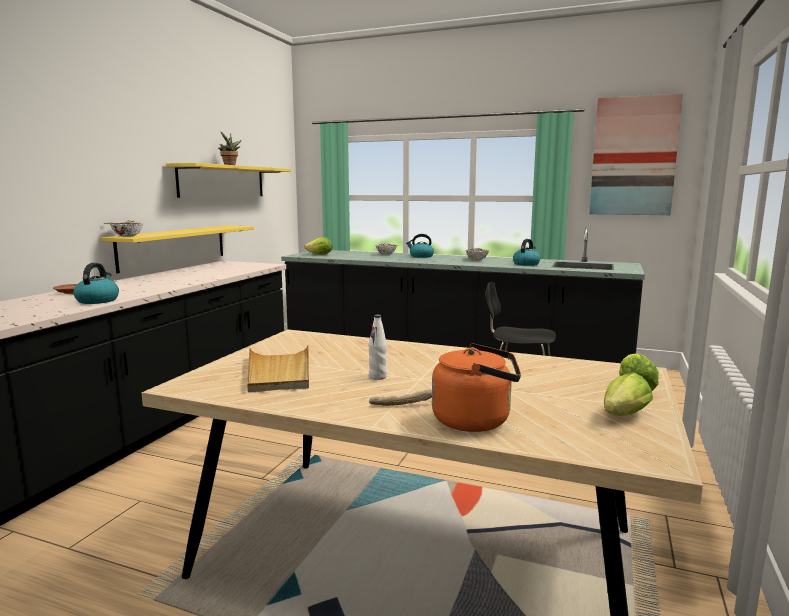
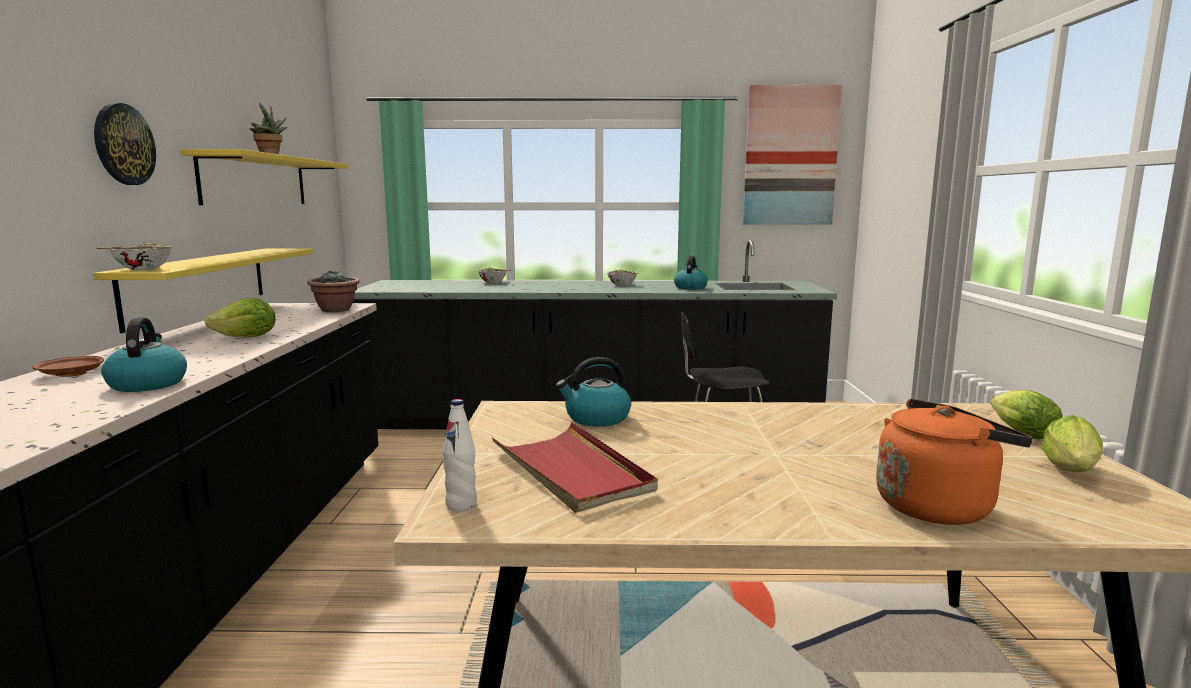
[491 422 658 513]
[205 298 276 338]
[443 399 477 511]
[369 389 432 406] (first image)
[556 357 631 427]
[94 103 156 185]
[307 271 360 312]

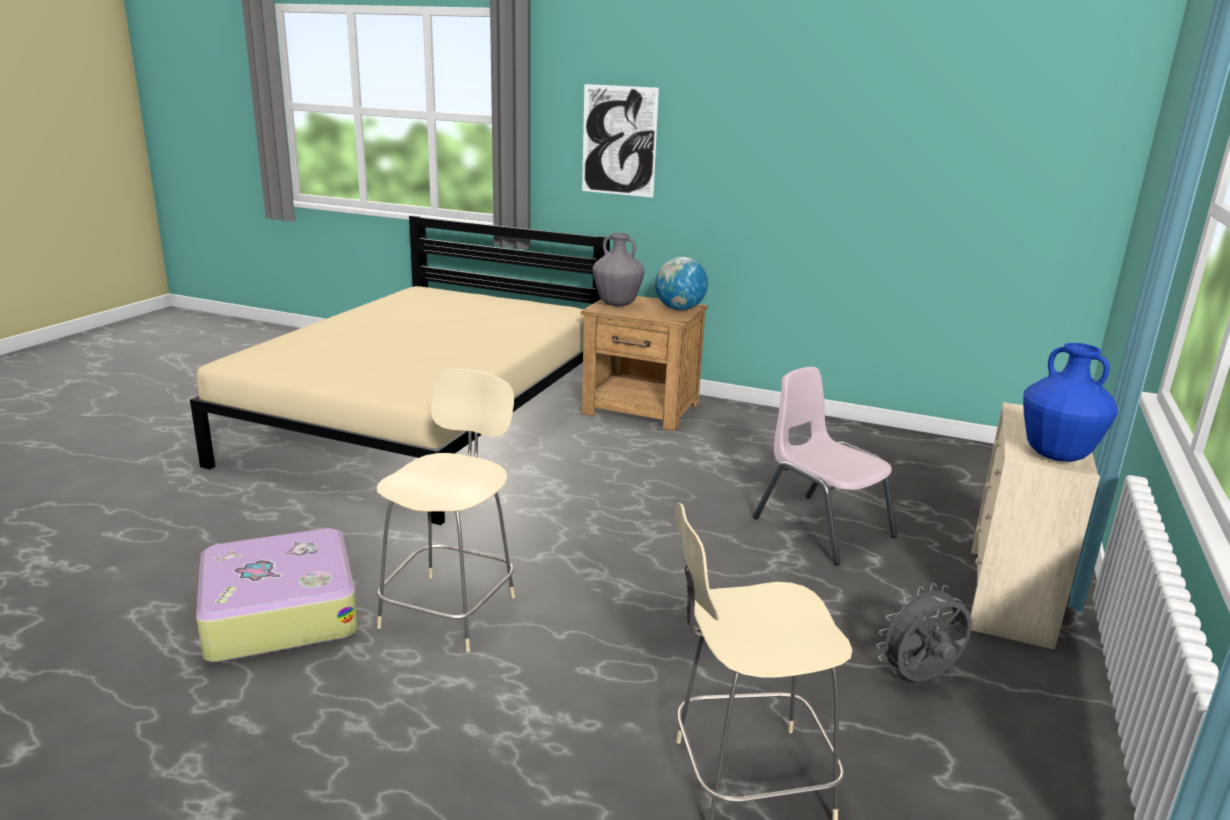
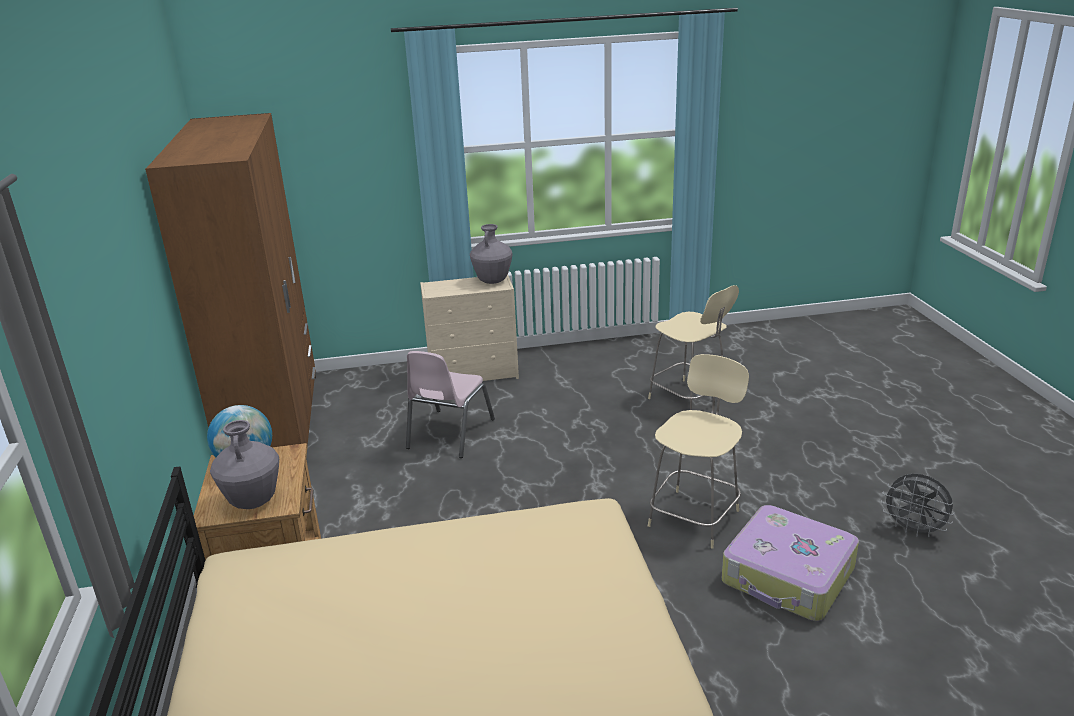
[648 354 749 549]
[582 84 659 197] (first image)
[881 474 955 538]
[470 224 512 284]
[145 113 316 447]

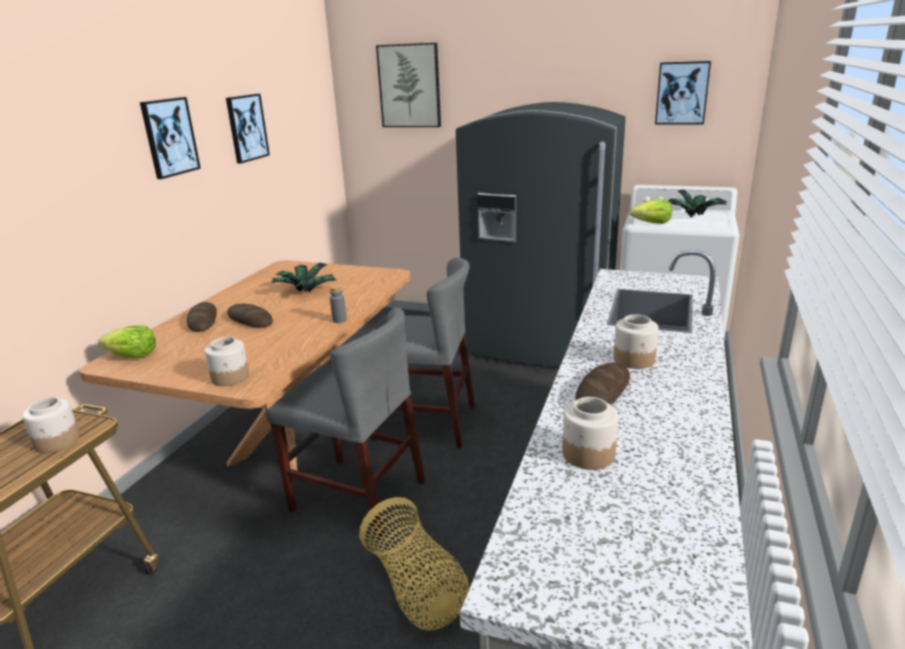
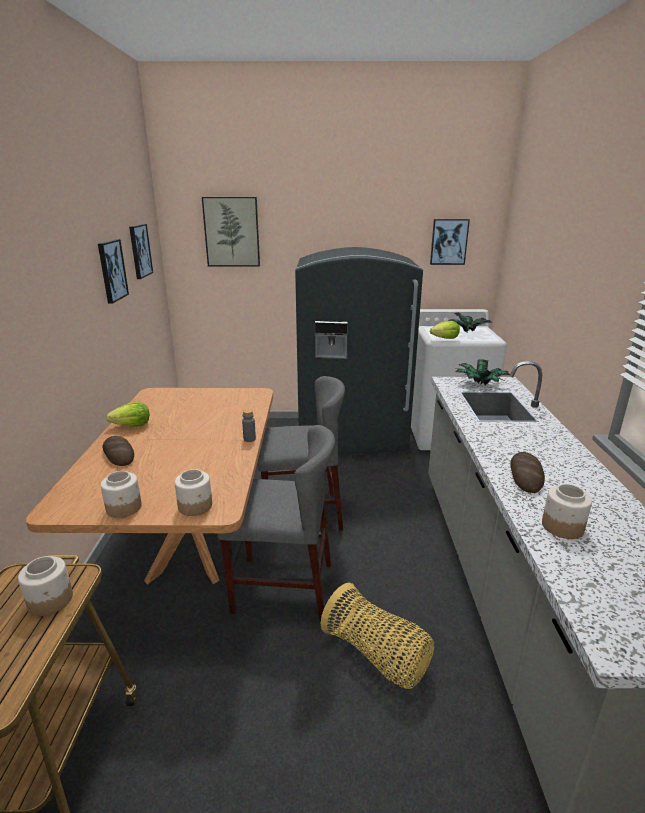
[106 402 149 427]
[129 224 153 279]
[227 303 273 328] (first image)
[456 360 510 385]
[101 471 142 518]

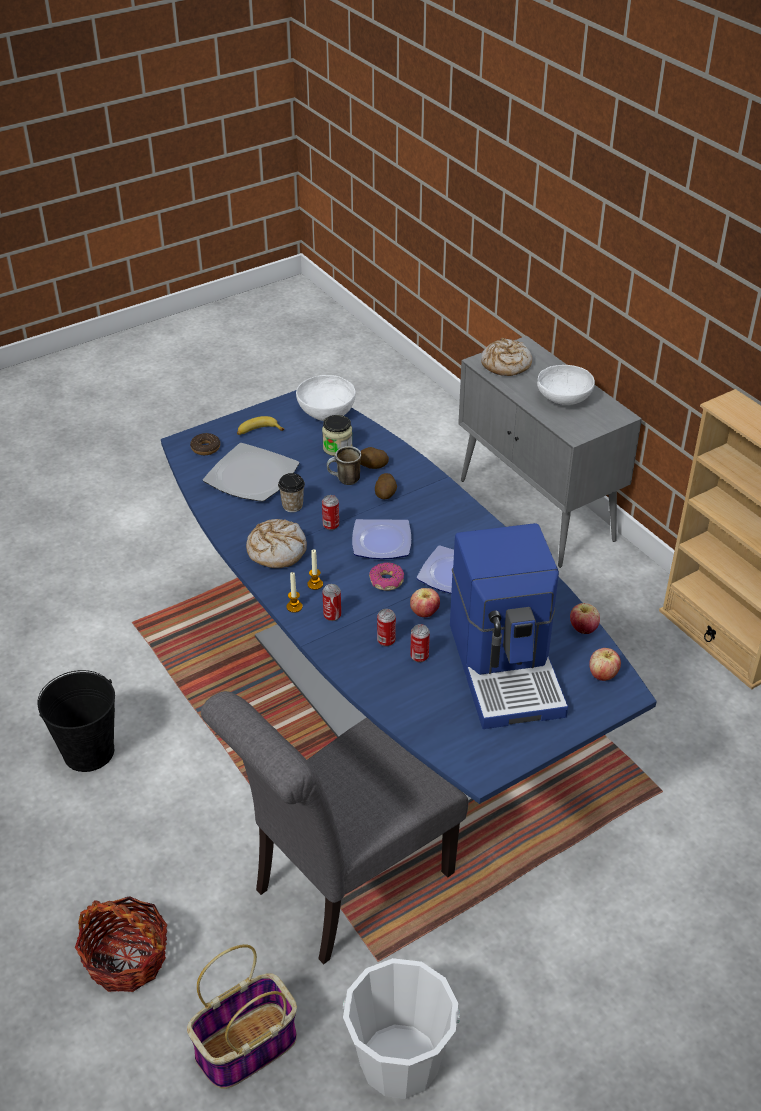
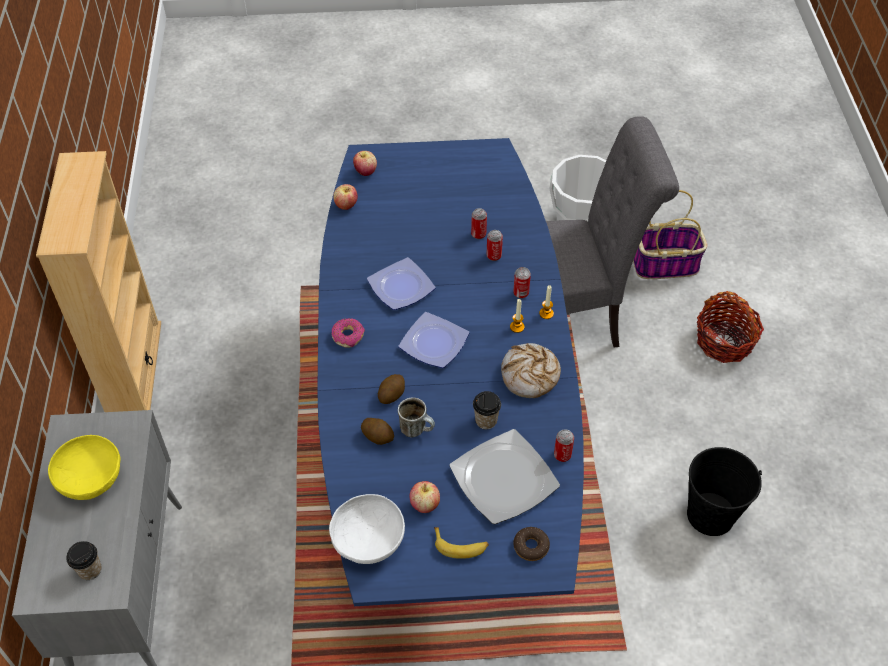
[322 415 353 456] (first image)
[554 429 574 462]
[332 318 365 348]
[410 481 440 513]
[450 523 568 729] (first image)
[67 541 101 580]
[48 435 121 500]

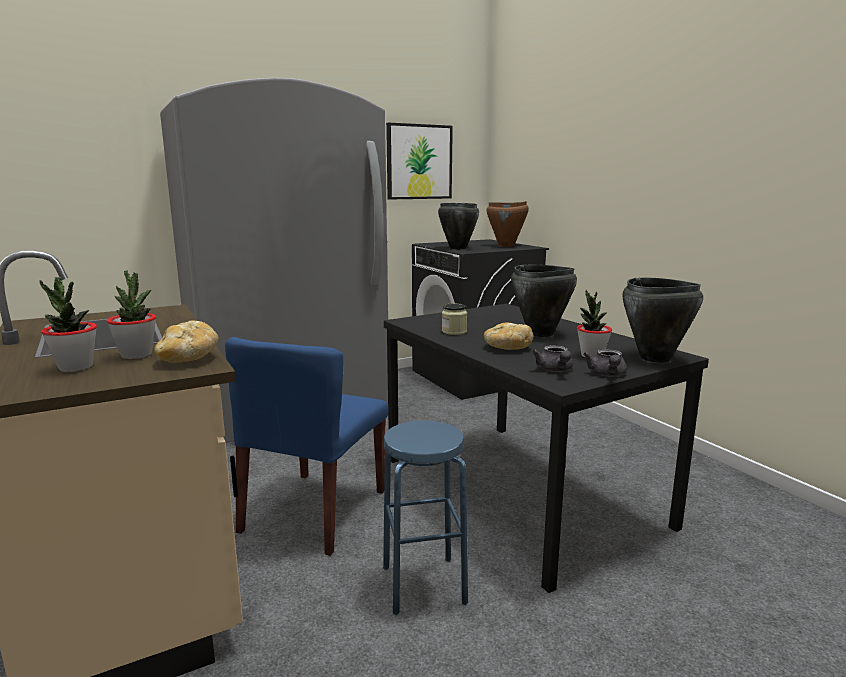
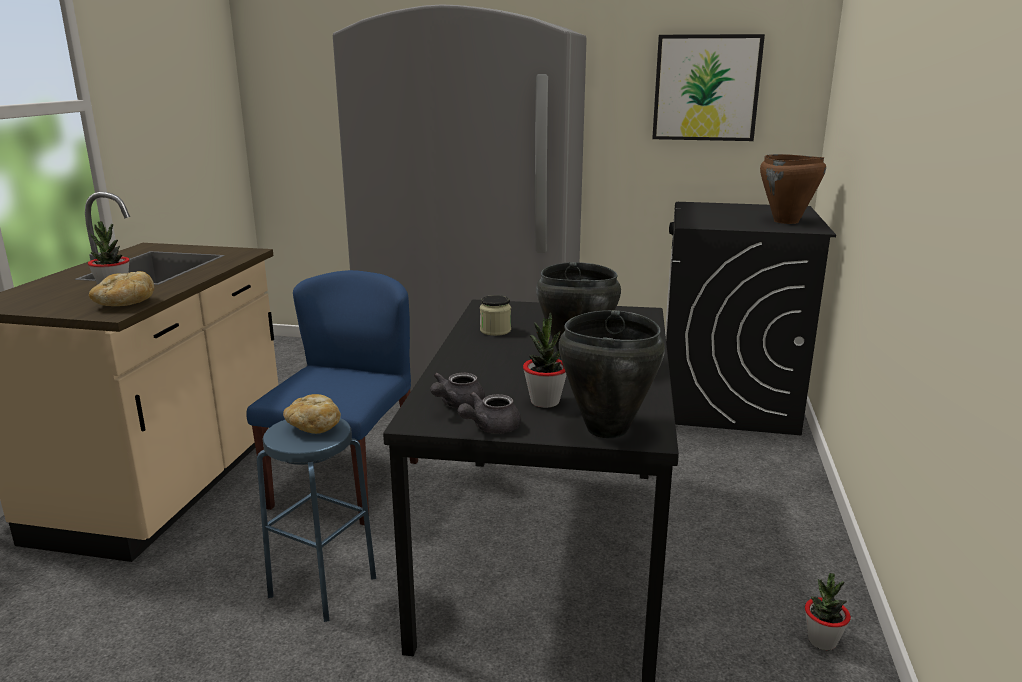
[805 573 851 650]
[246 270 418 525]
[438 203 479 249] (first image)
[283 394 341 434]

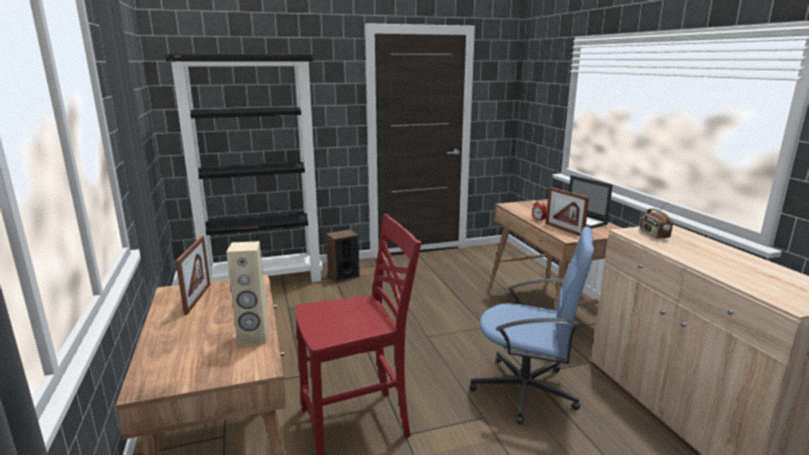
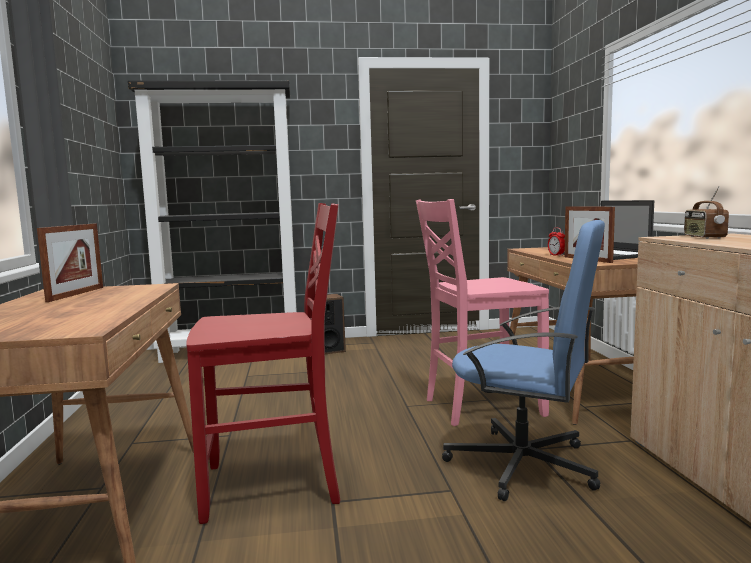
[226 241 269 346] (first image)
[416 199 549 426]

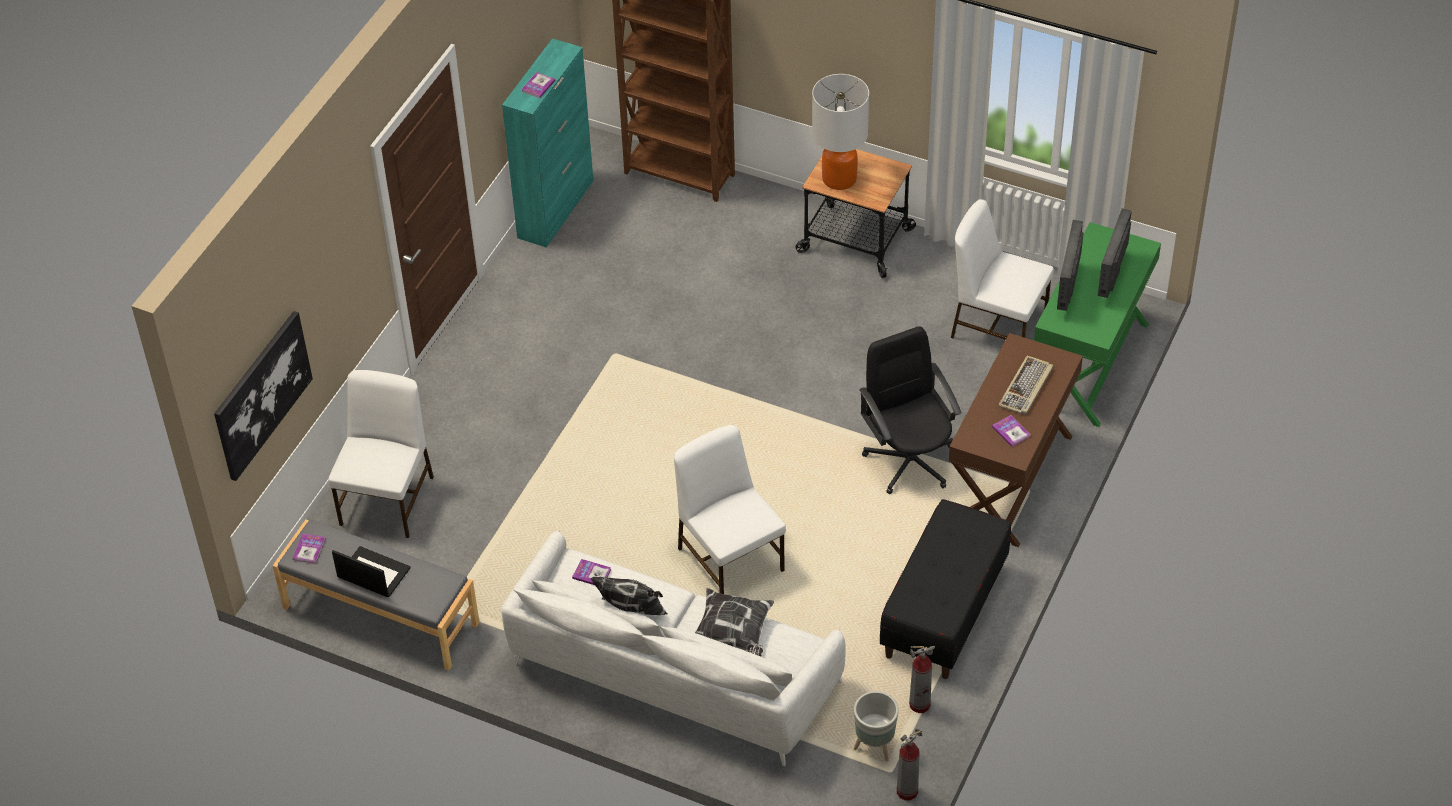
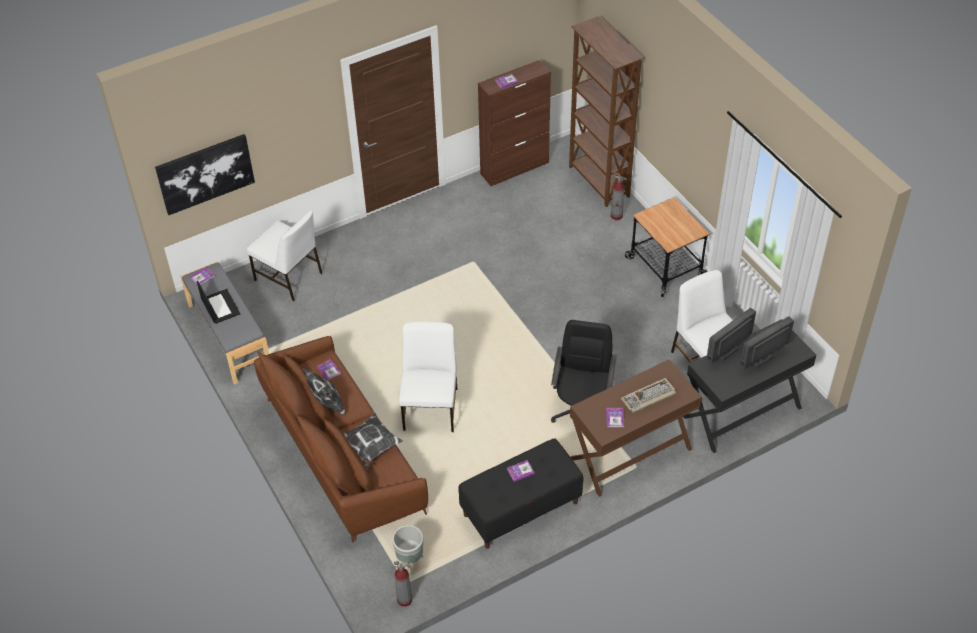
[247 210 322 301]
[254 336 428 543]
[478 60 551 186]
[812 74 869 190] (first image)
[611 172 627 220]
[683 319 816 453]
[507 460 535 482]

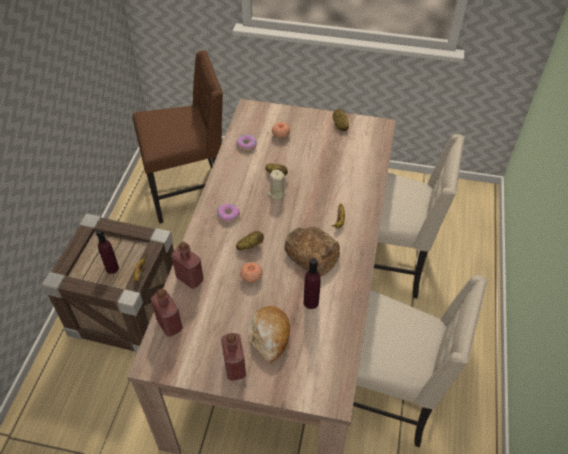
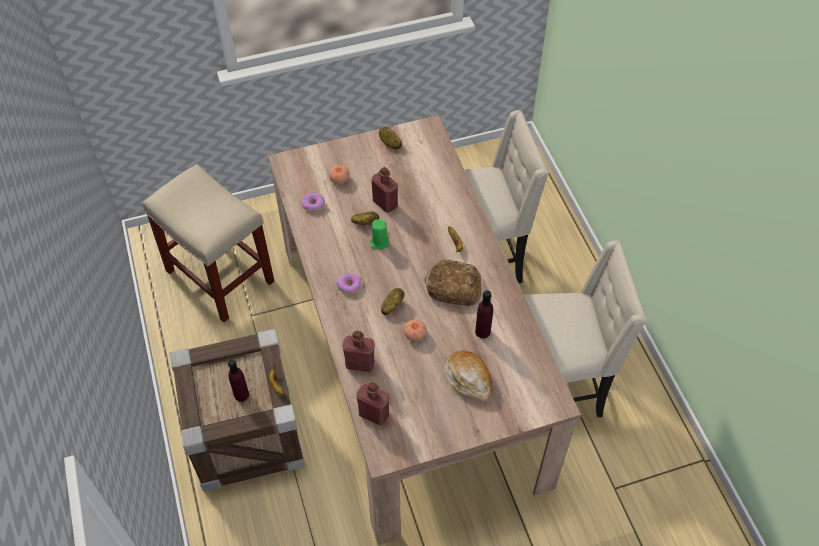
[143 164 274 322]
[372 167 398 213]
[370 219 390 250]

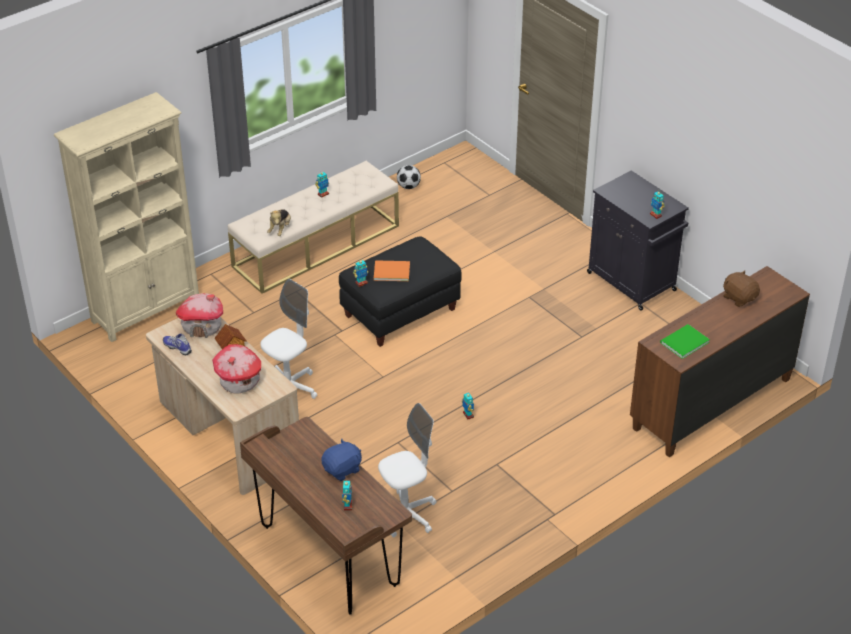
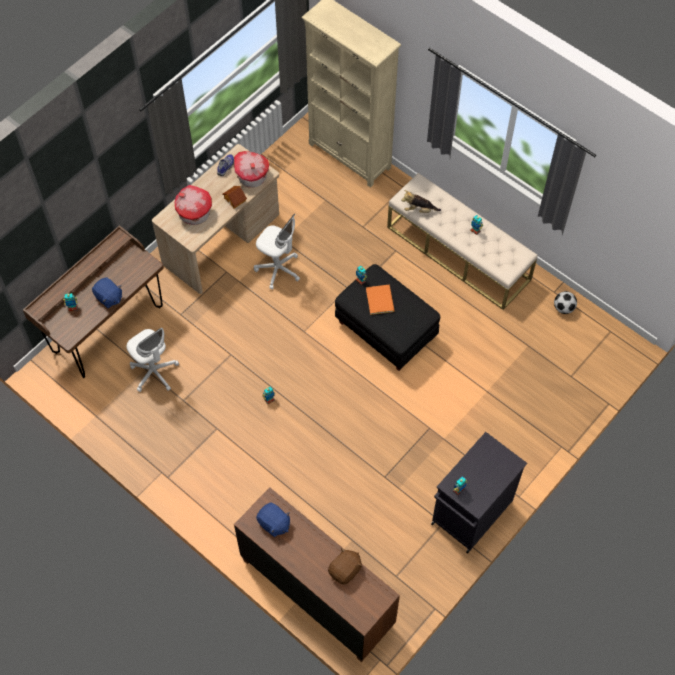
[256 503 290 537]

